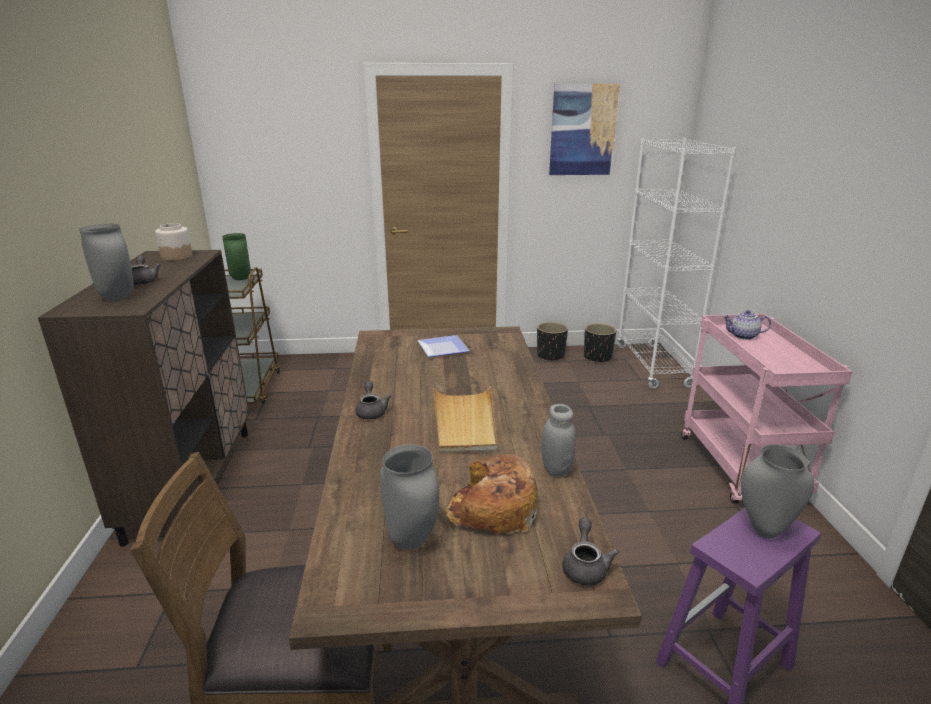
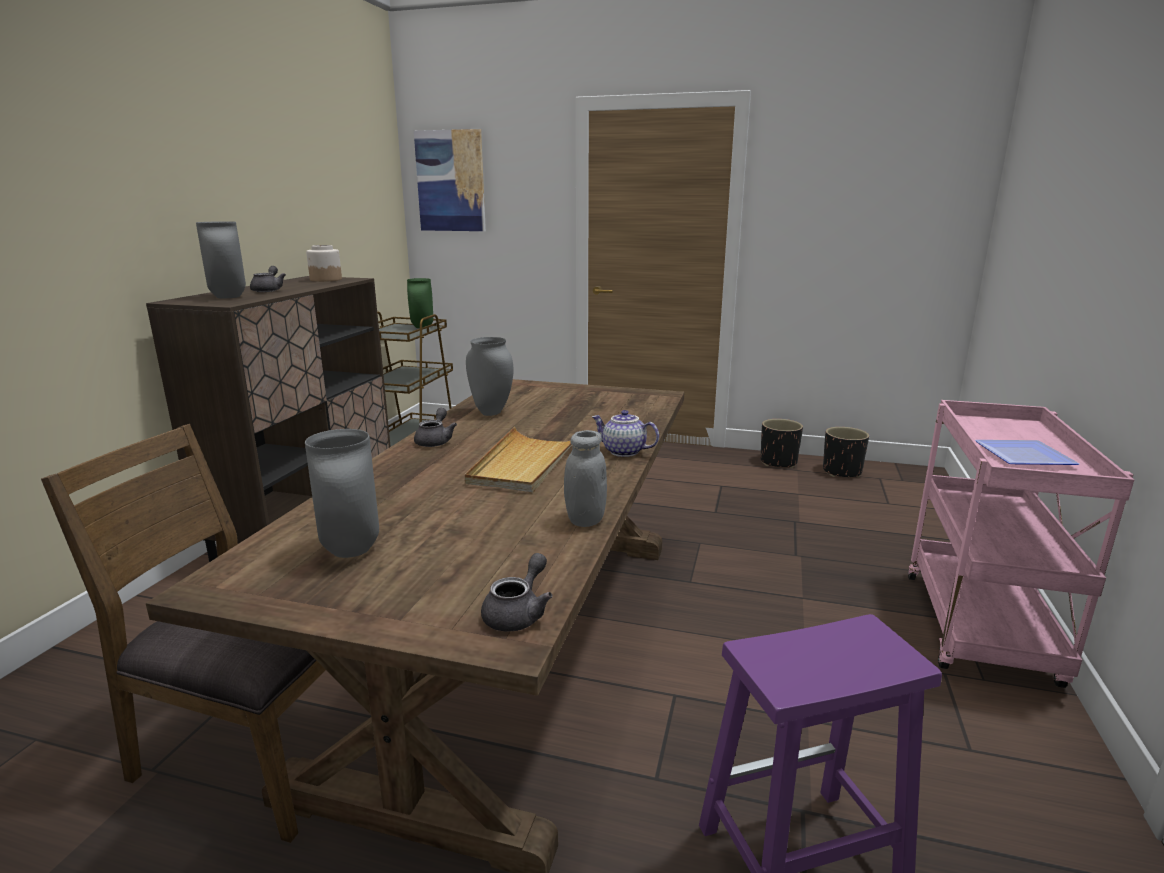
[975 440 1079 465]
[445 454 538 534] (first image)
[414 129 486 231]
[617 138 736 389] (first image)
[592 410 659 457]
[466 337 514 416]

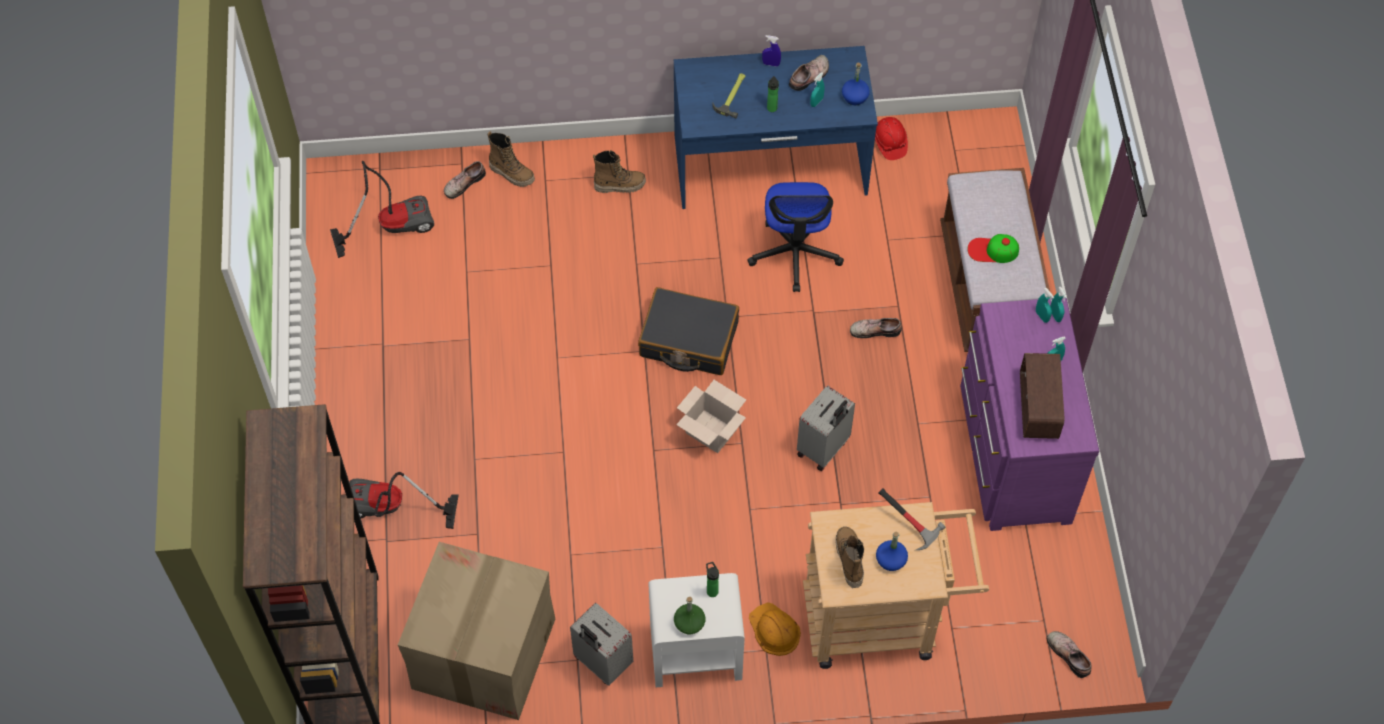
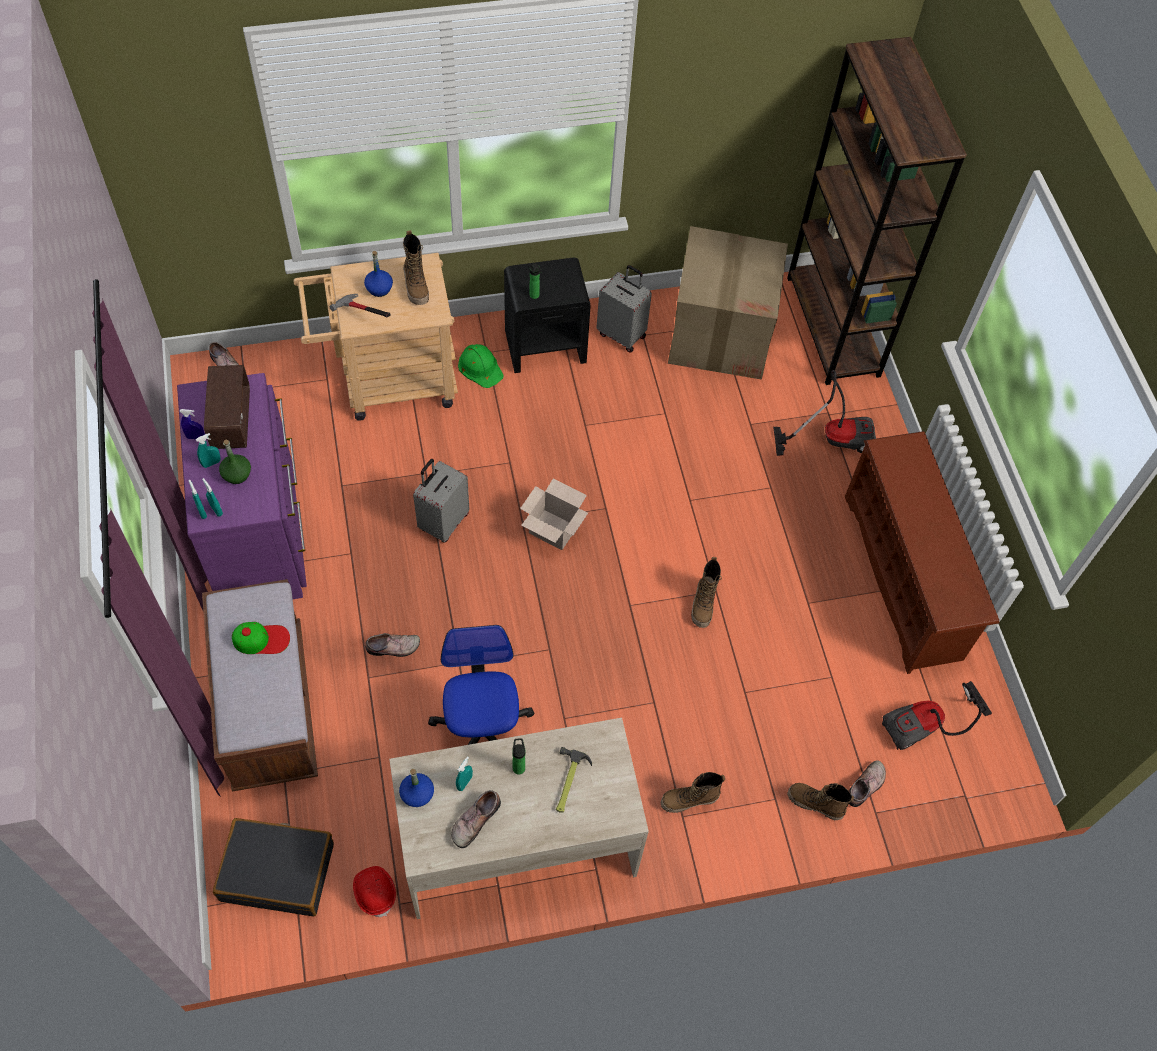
[213 818 334 916]
[504 258 591 373]
[389 718 649 919]
[219 440 251 484]
[458 344 504 388]
[179 409 205 439]
[691 557 722 628]
[845 431 1000 674]

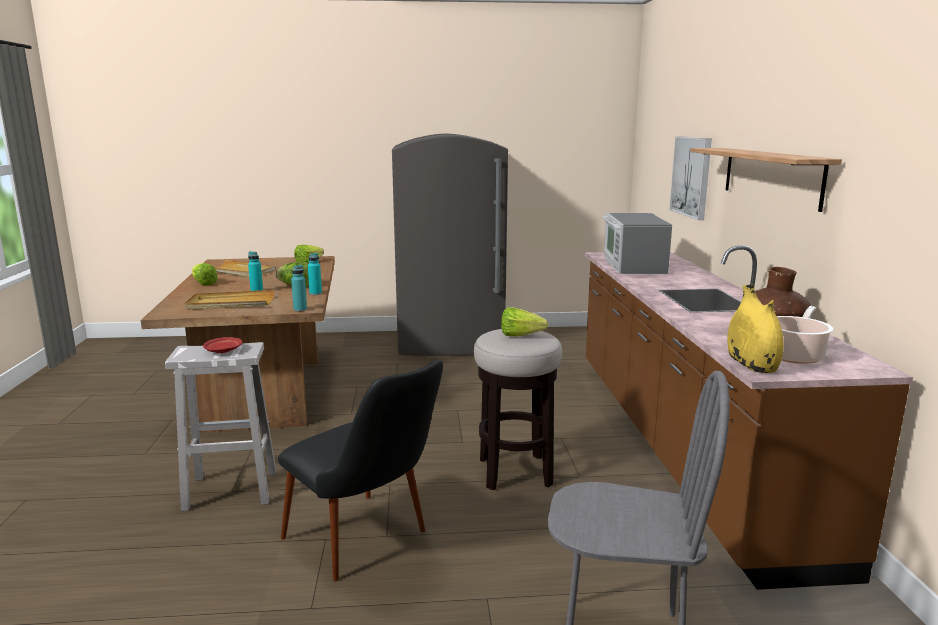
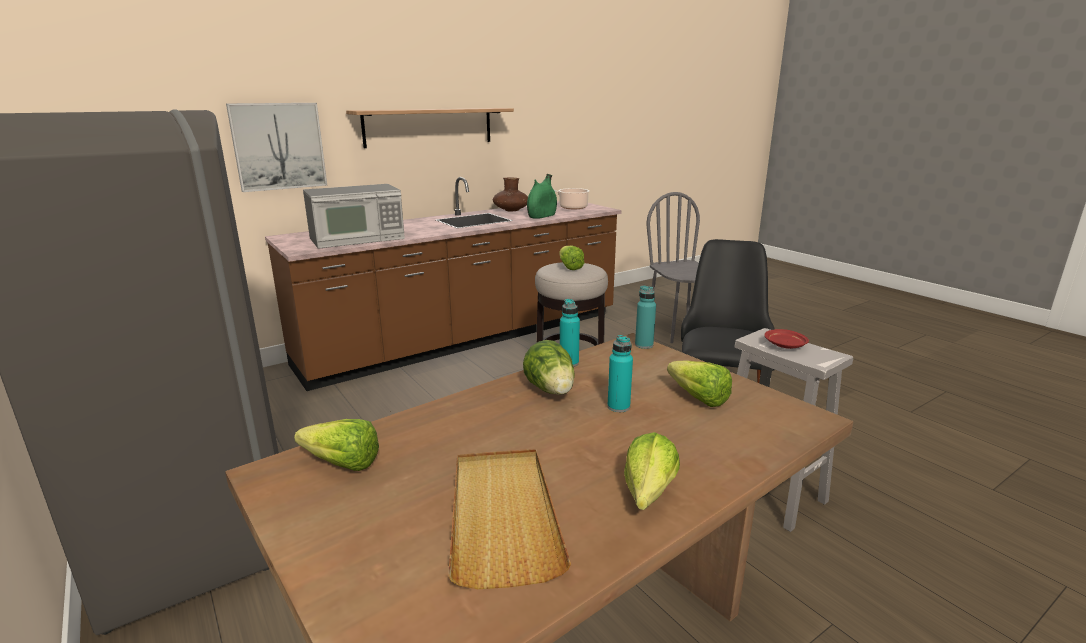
[667 361 732 407]
[727 284 784 373] (first image)
[527 174 557 219]

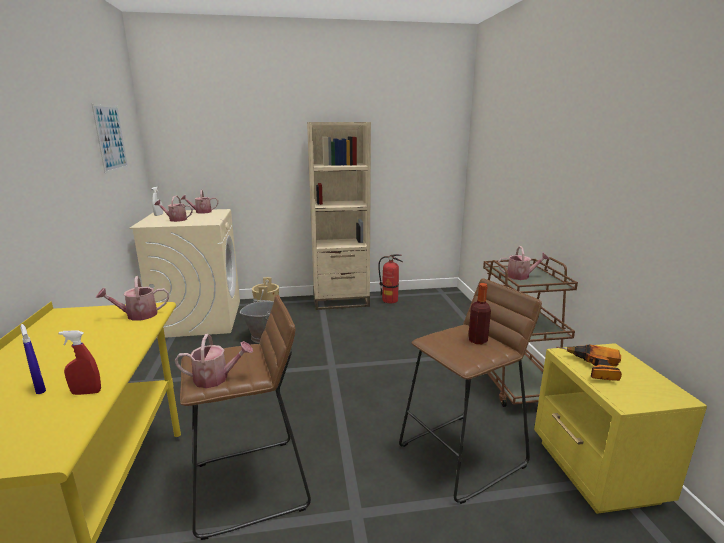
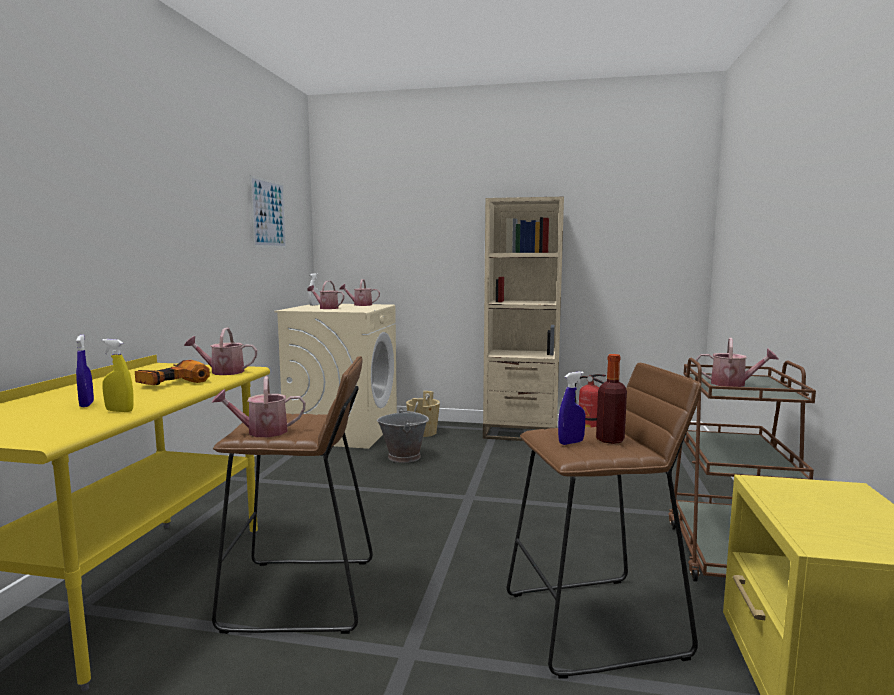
[102 339 134 412]
[212 376 305 437]
[135 360 210 385]
[558 371 585 445]

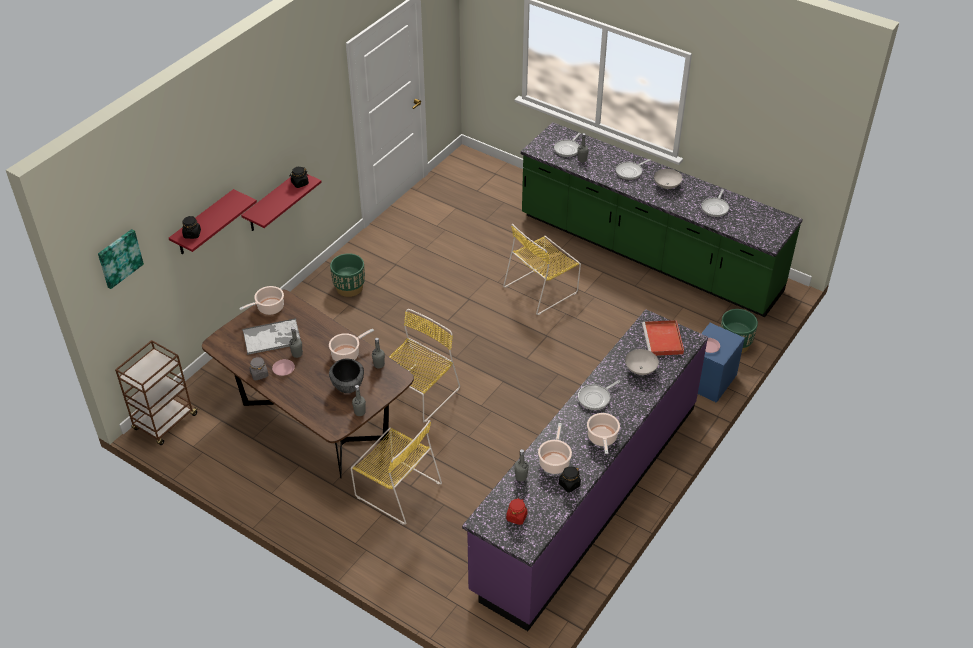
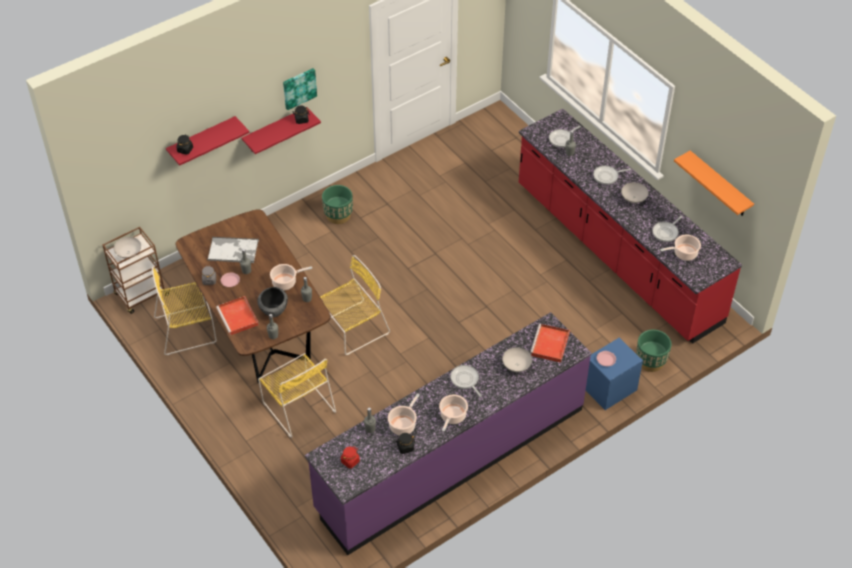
[283 68 317 110]
[660 235 701 261]
[152 267 217 355]
[519 108 742 344]
[450 365 482 397]
[114 237 141 259]
[216 296 259 335]
[674 150 754 216]

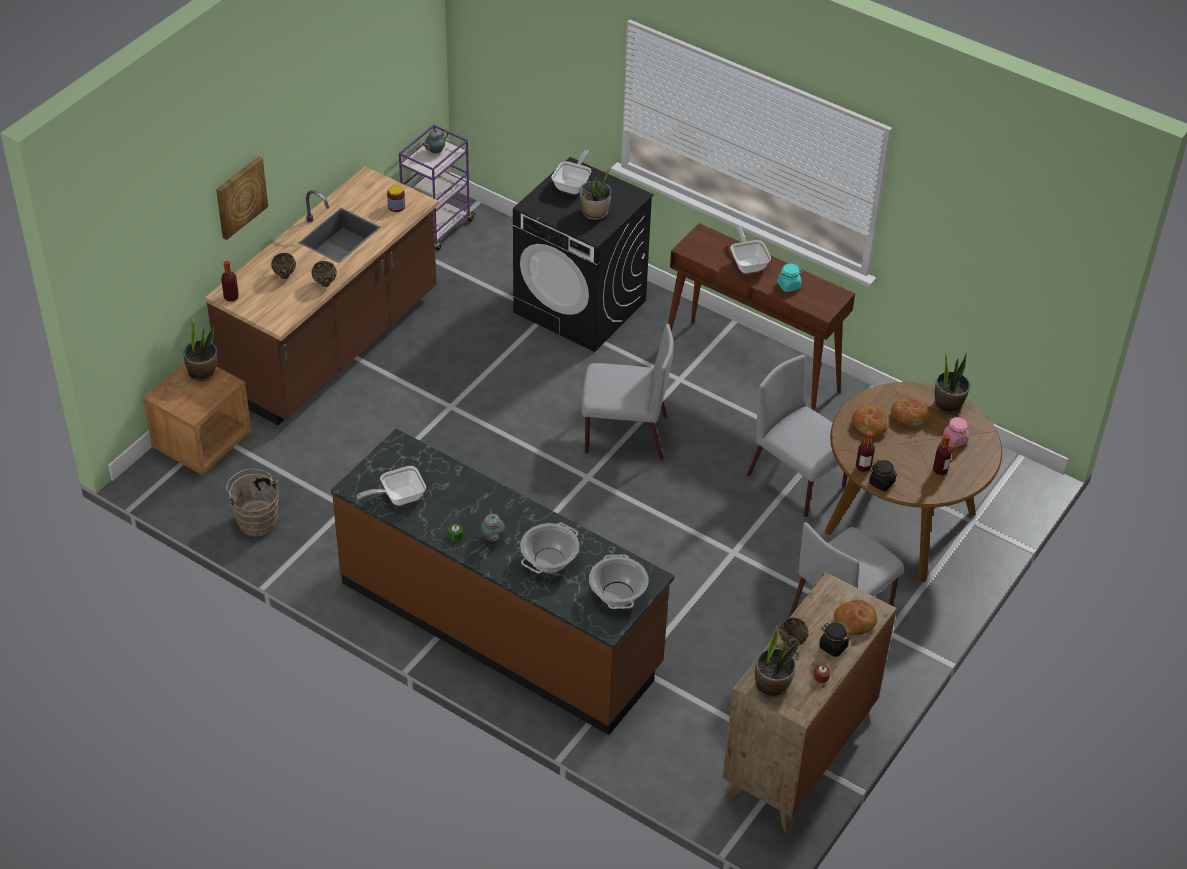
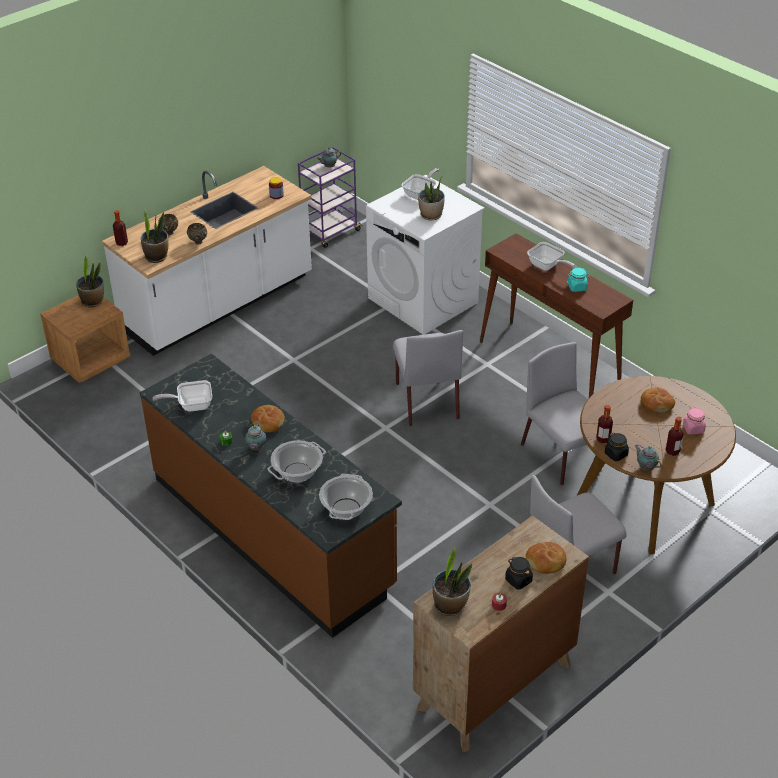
[102 166 312 356]
[216 156 268 240] (first image)
[226 469 279 537] (first image)
[366 175 485 334]
[393 330 464 426]
[527 242 577 271]
[779 618 809 647] (first image)
[251 405 285 432]
[141 209 169 263]
[635 444 662 471]

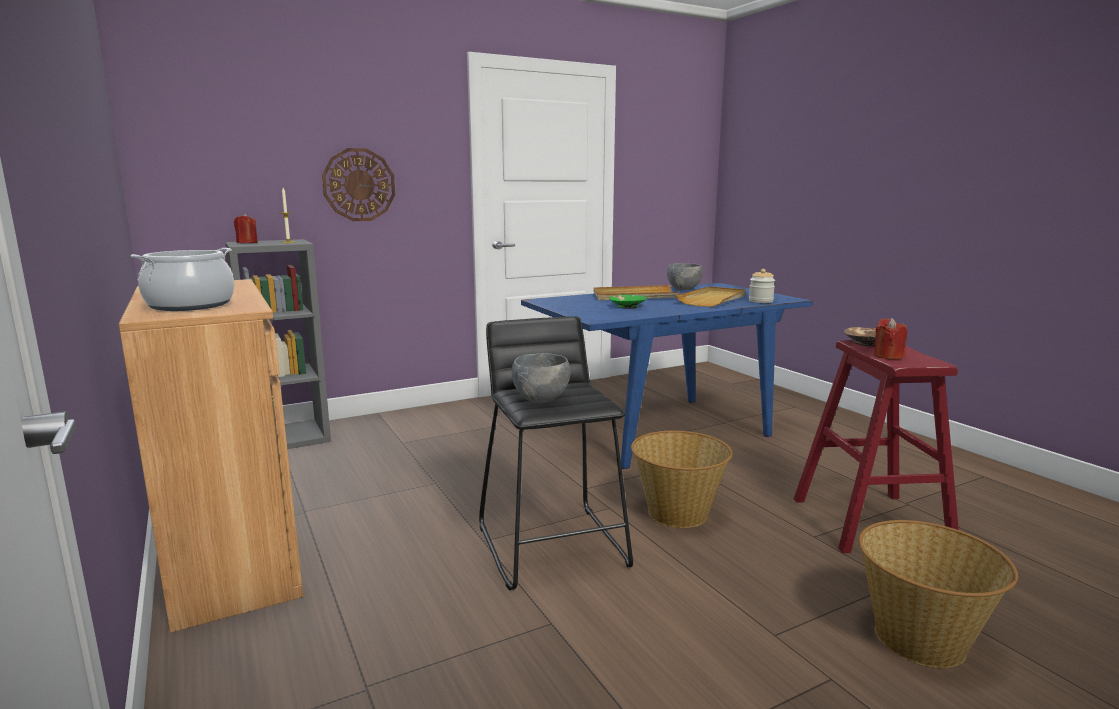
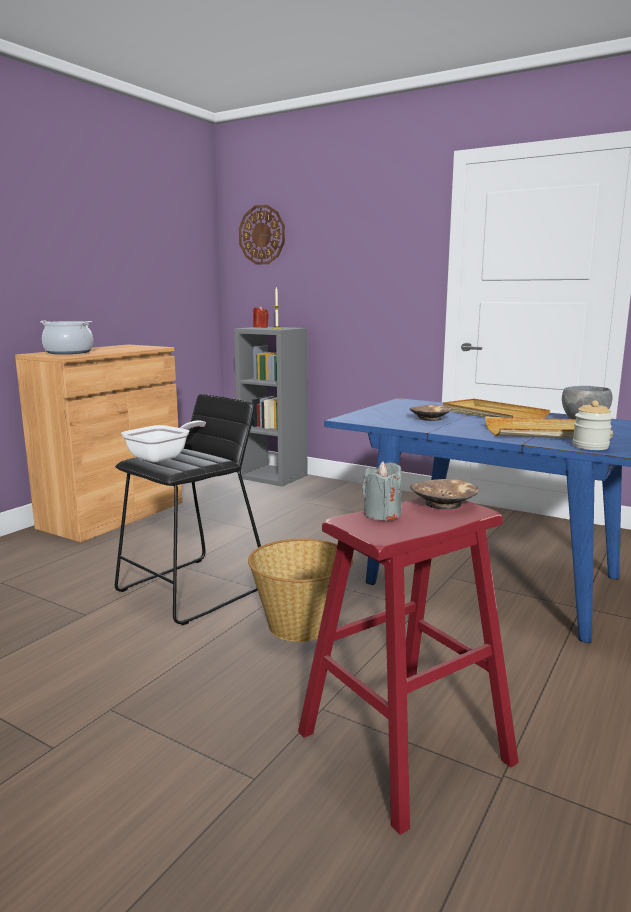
[239 205 285 265]
[121 420 206 463]
[410 405 452 421]
[859 520 1018 668] (first image)
[362 461 402 521]

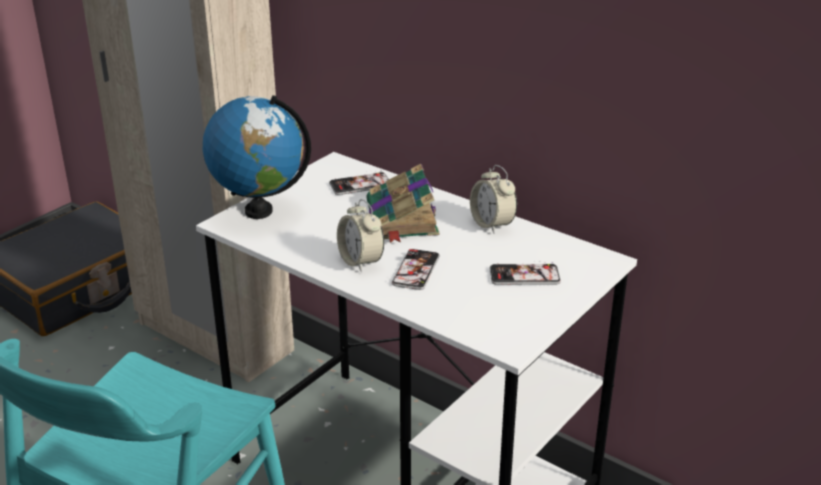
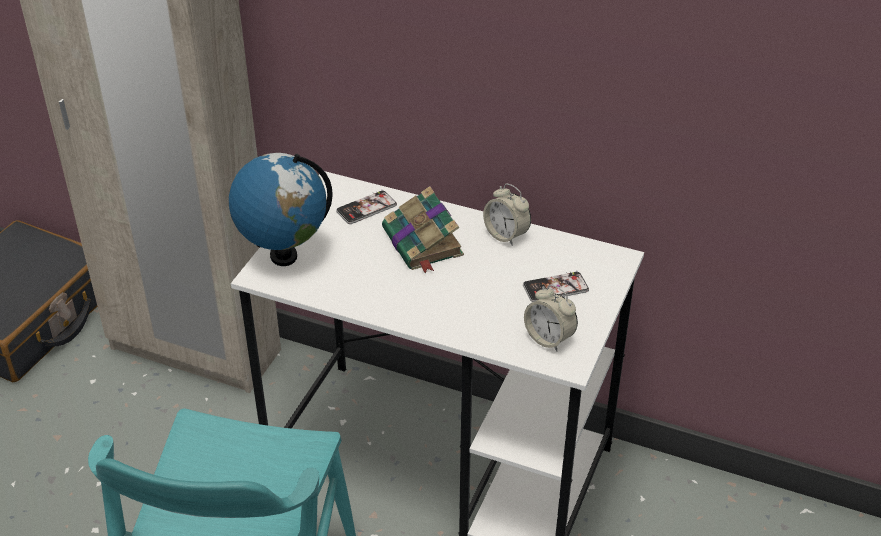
[524 284 578 351]
[392 249 440 290] (first image)

